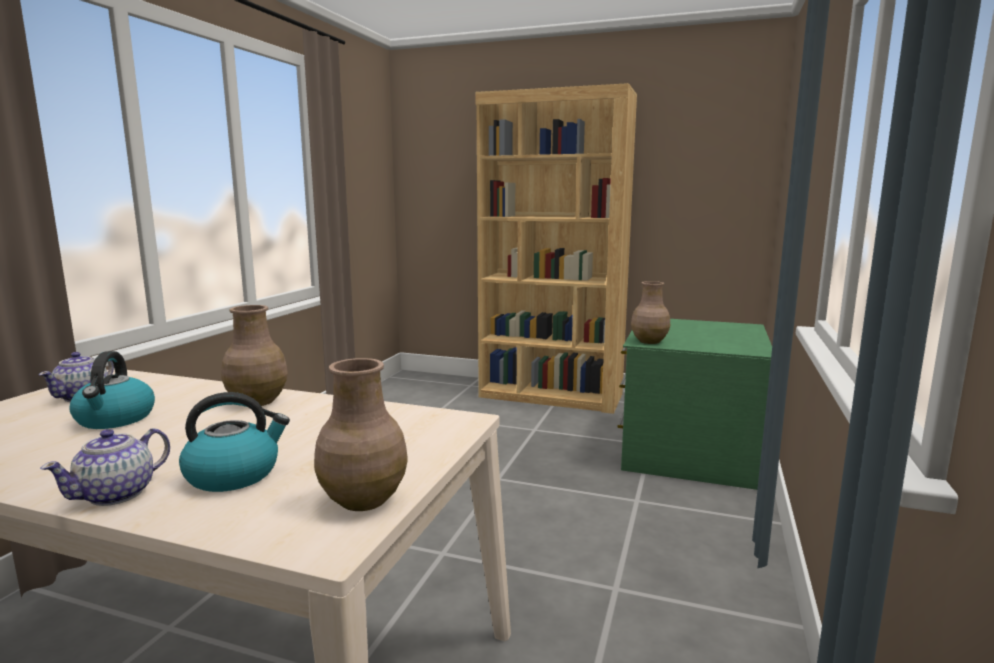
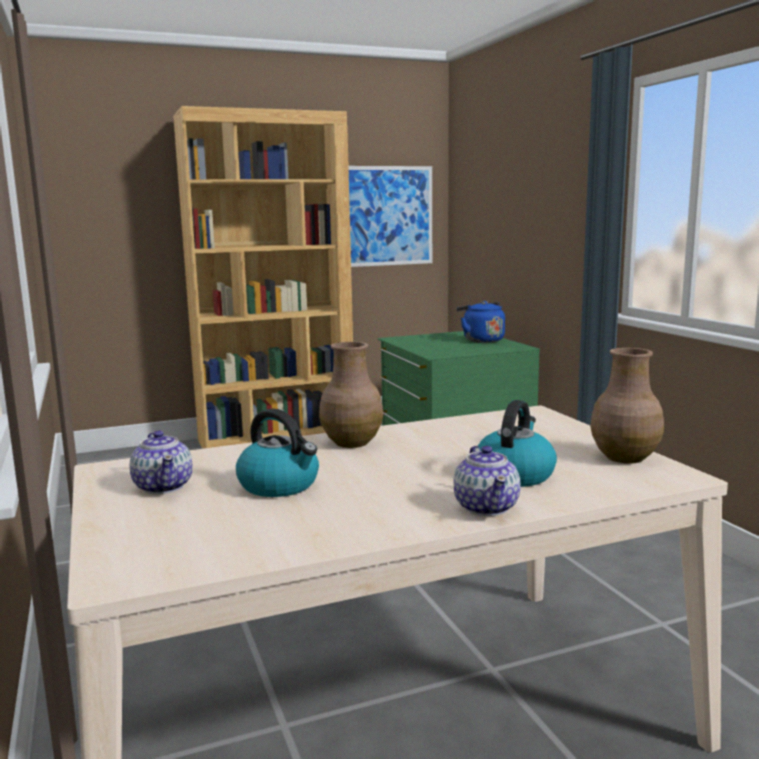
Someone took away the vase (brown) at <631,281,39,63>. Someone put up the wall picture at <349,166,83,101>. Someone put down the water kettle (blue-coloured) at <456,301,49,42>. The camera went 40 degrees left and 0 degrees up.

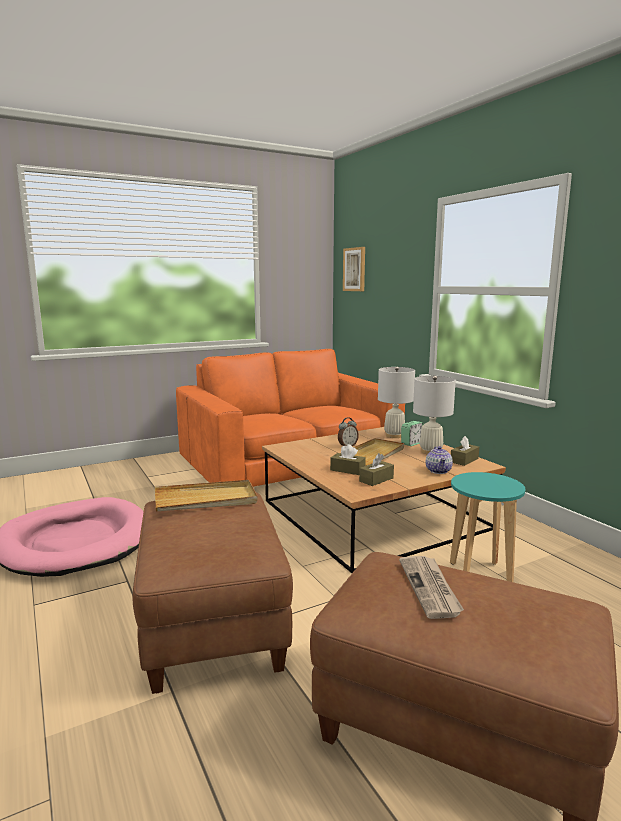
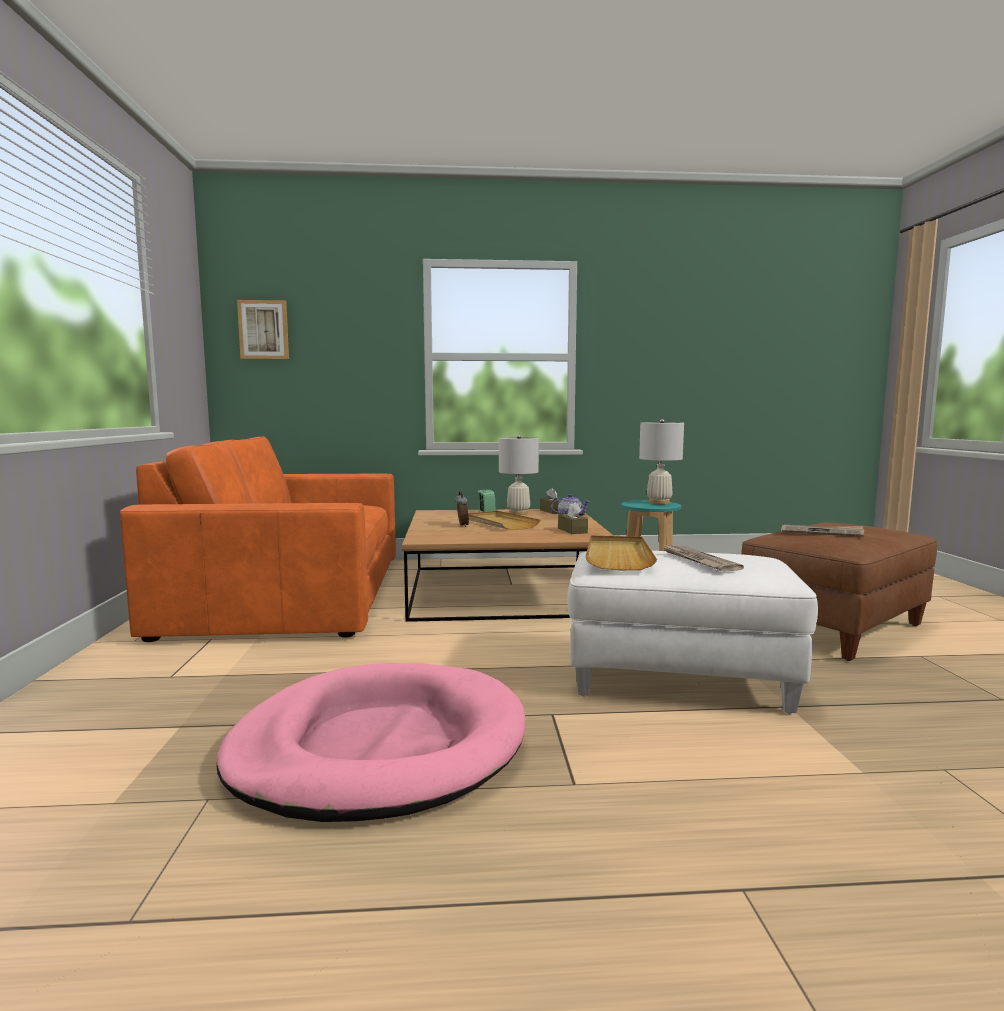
Someone carried the lamp for a table (white-coloured) from <378,367,37,71> to <639,419,45,85>. Someone took away the tissue box (brown) at <330,444,36,31>. Someone repainted the footrest (brown) at <133,492,160,202>, which became the footrest (white-coloured) at <567,551,251,163>. Someone put down the newspaper at <662,544,82,27>. The camera went 65 degrees left and 5 degrees down.

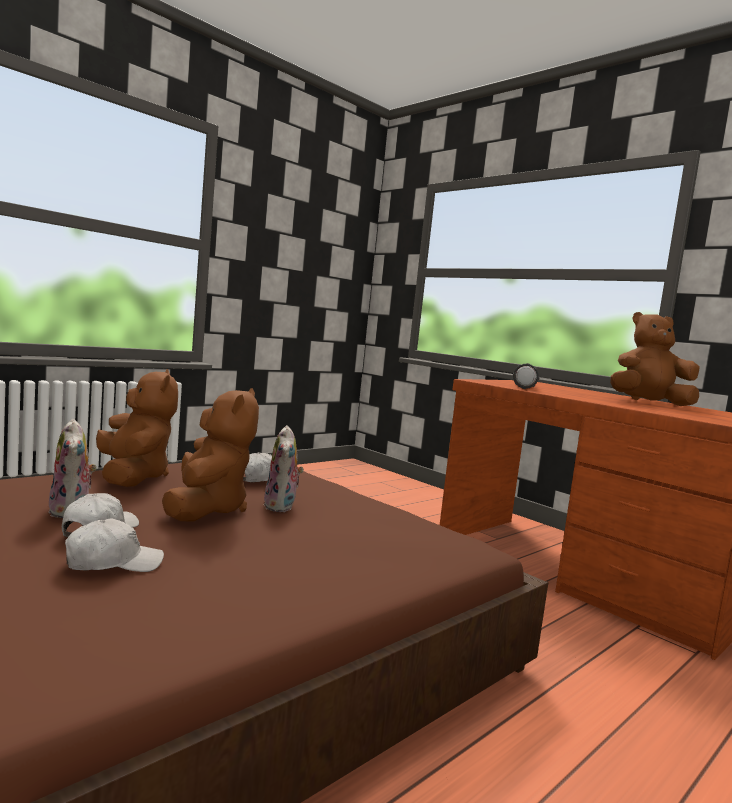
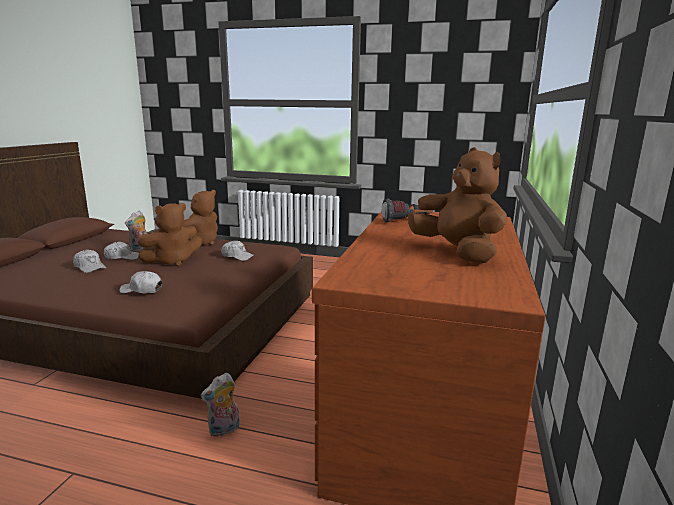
Someone carried the soft toy from <263,425,41,87> to <201,373,39,64>. Someone put down the baseball cap (white-coloured) at <119,271,43,22>. The camera went 60 degrees right and 10 degrees up.

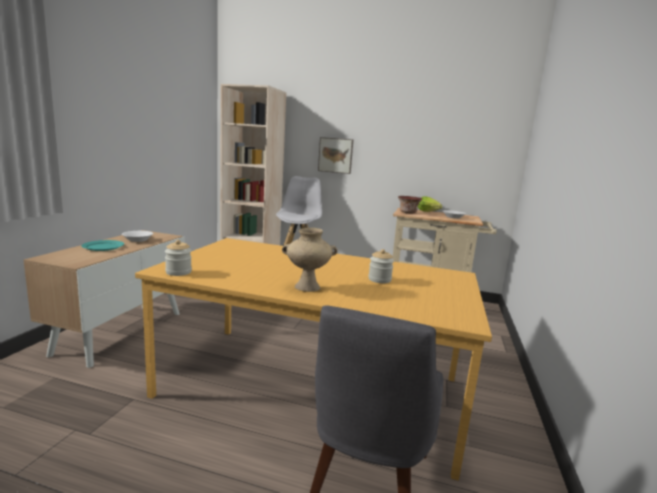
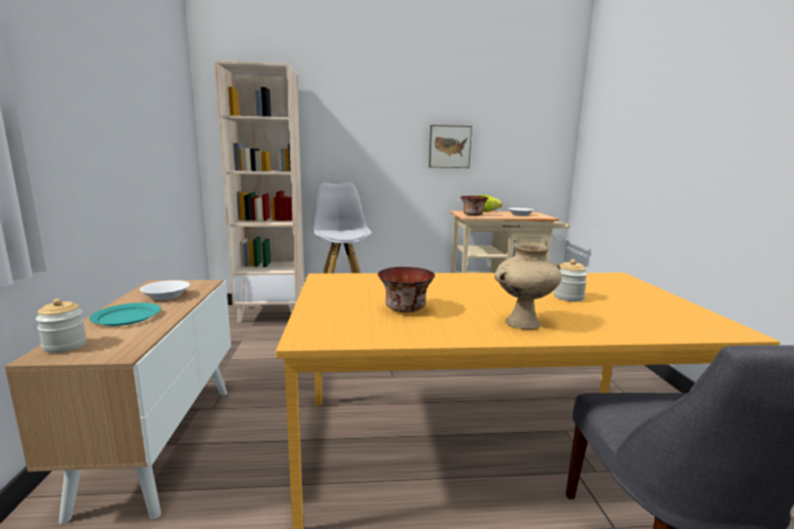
Someone carried the wall picture from <318,137,35,37> to <429,125,43,43>. Someone carried the storage jar from <165,240,27,36> to <36,299,51,54>. Someone put down the deep dish at <378,267,57,45>. The camera went 20 degrees left and 0 degrees up.

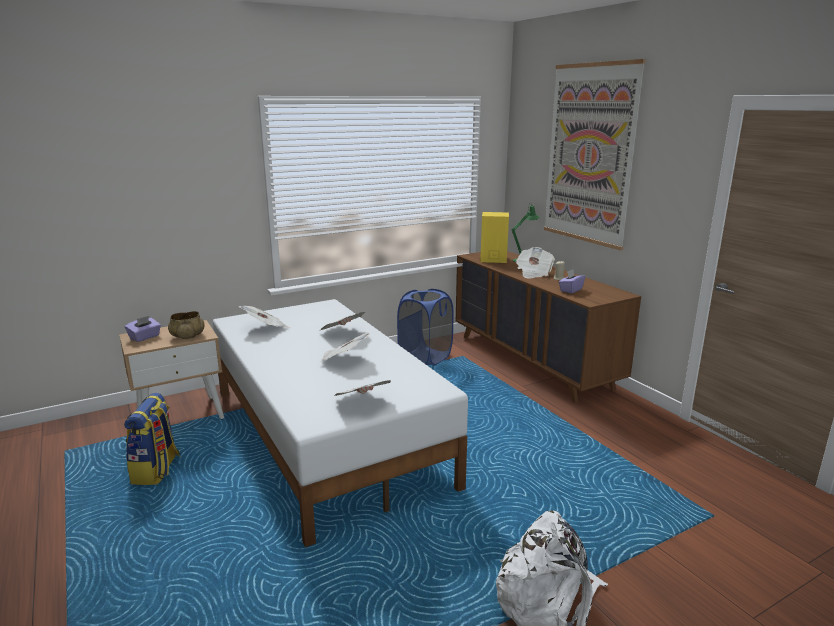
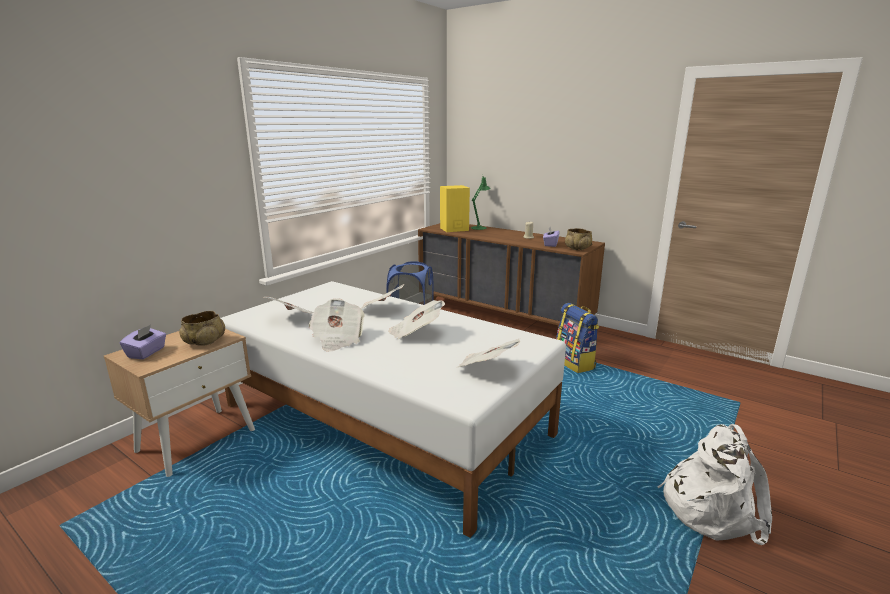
Someone took away the wall picture at <544,59,101,192>. Someone carried the newspaper from <516,247,39,32> to <309,298,56,54>. Someone carried the rucksack from <124,393,56,92> to <556,303,43,70>. Someone put down the deep dish (sand-coloured) at <565,228,27,22>. The camera went 25 degrees left and 0 degrees up.

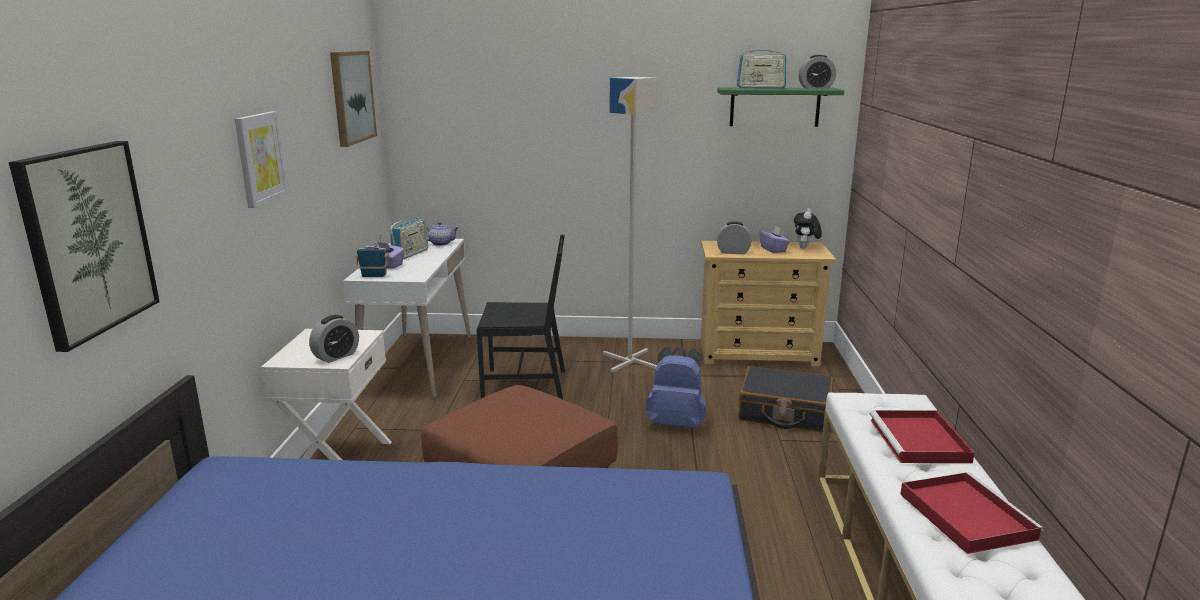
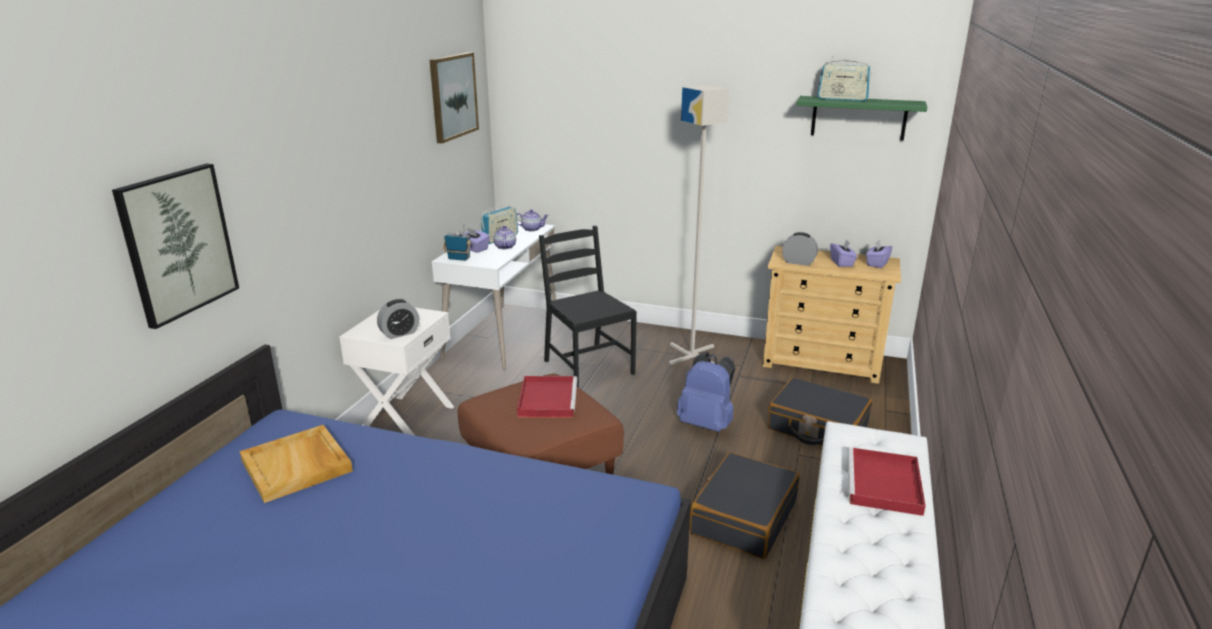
Someone took away the alarm clock at <799,55,37,34>. Someone took away the wall picture at <235,111,53,97>. Someone swapped the soft toy at <794,208,28,40> for the tissue box (purplish) at <866,239,26,29>. Someone rotated the upright chair (blackish) at <477,235,88,164> by 135 degrees counterclockwise. Someone carried the carrying tray (red-coloured) from <900,472,144,82> to <517,376,60,42>. Someone put down the teapot at <494,226,22,23>. Someone put down the carrying tray (sand-coloured) at <240,425,113,78>. Someone put down the suitcase (blackish) at <690,452,110,107>. The camera went 15 degrees right and 5 degrees up.

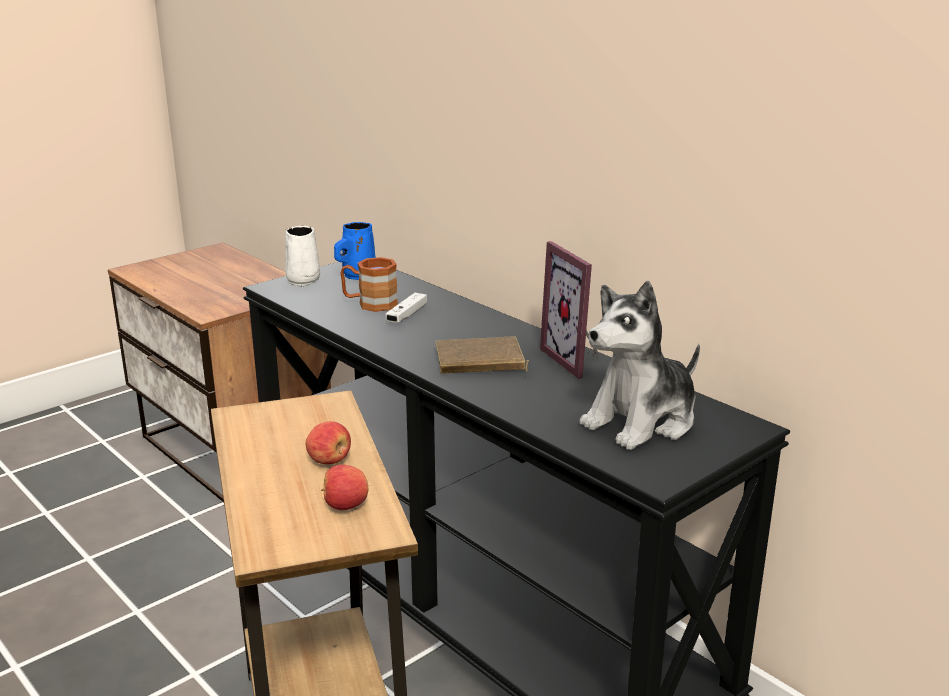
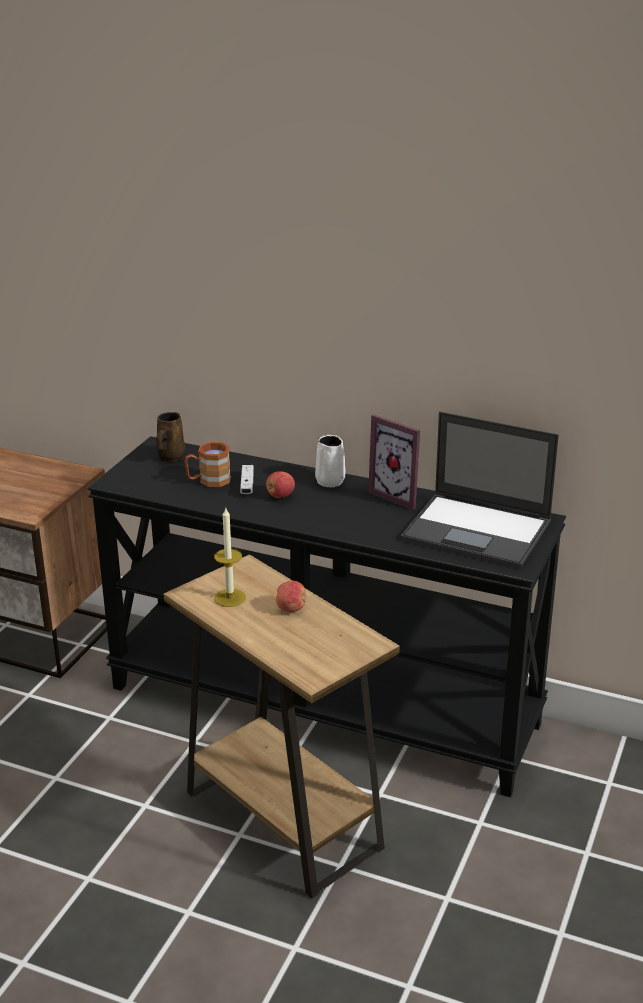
Someone repainted the tea mug (blue-coloured) at <334,222,42,58>, which became the tea mug (brown) at <156,412,30,50>. Someone carried the tea mug (white-coloured) from <285,226,35,60> to <315,435,31,53>. Someone swapped the soft toy at <579,281,121,169> for the laptop at <401,411,158,158>. Someone took away the book (brown) at <435,336,94,38>. Someone carried the apple from <321,464,47,46> to <266,471,29,27>. Someone put down the wax candle at <214,508,32,99>. The camera went 25 degrees left and 5 degrees up.

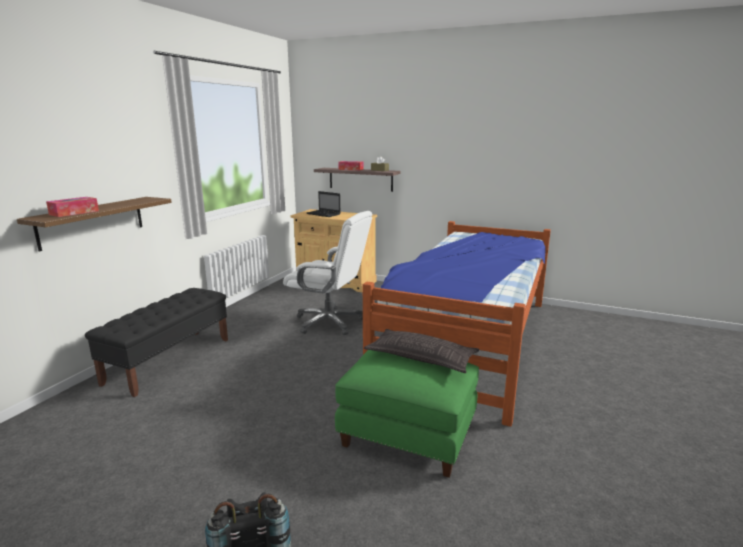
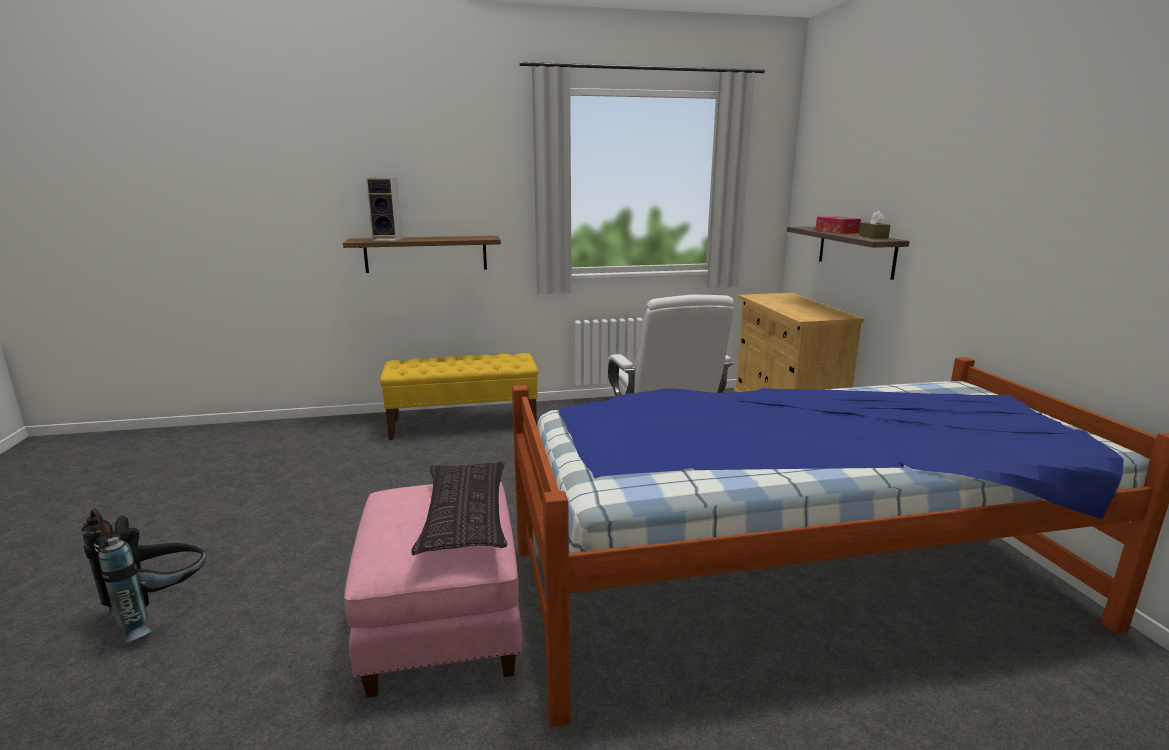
Someone took away the laptop at <307,191,33,26>. Someone swapped the tissue box at <46,197,53,20> for the loudspeaker at <366,178,37,63>. Someone repainted the indoor bench (blackish) at <85,288,143,109>, which became the indoor bench (yellowish) at <380,353,158,87>. Someone repainted the footrest (greenish) at <335,350,144,128>, which became the footrest (pink) at <344,482,179,216>. The camera went 55 degrees right and 0 degrees up.

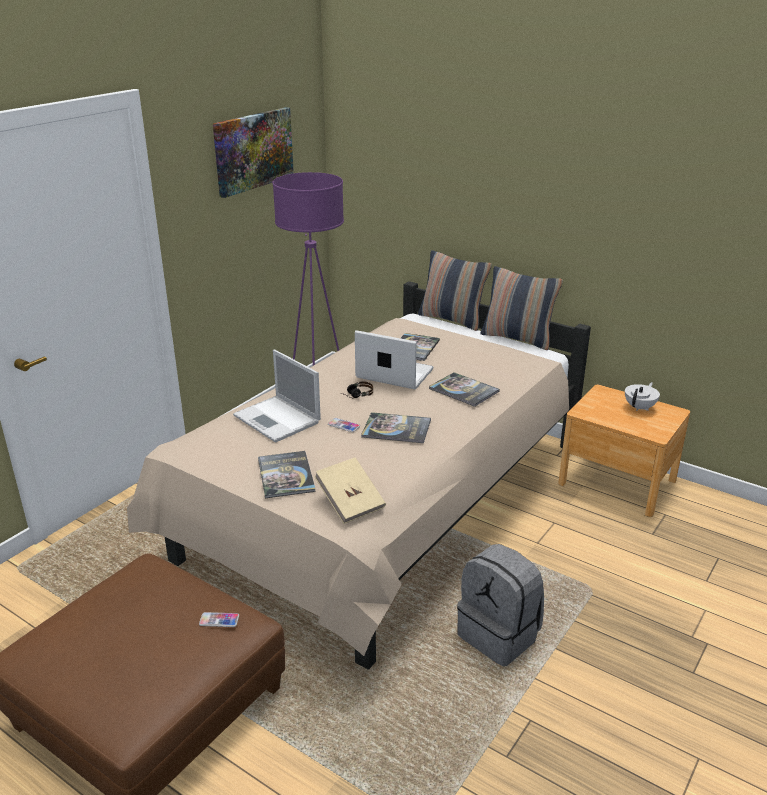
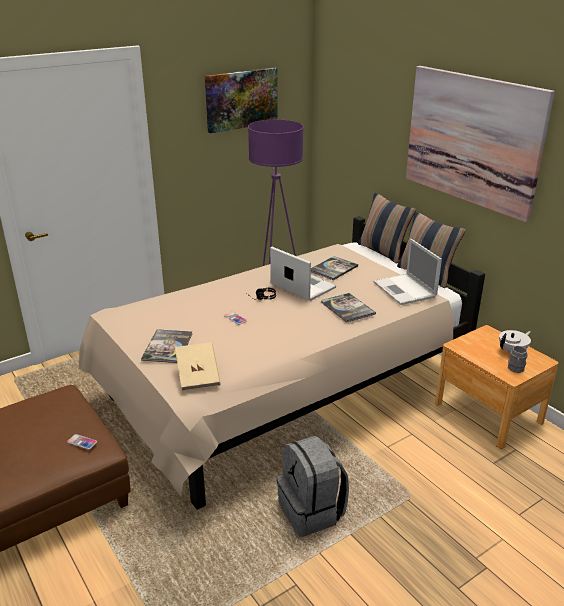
Someone carried the laptop from <233,350,88,93> to <373,239,69,66>. Someone took away the book at <361,412,70,31>. Someone put up the wall picture at <406,66,149,156>. Someone put down the tea mug (gray) at <508,346,20,27>. The camera went 20 degrees right and 0 degrees up.

